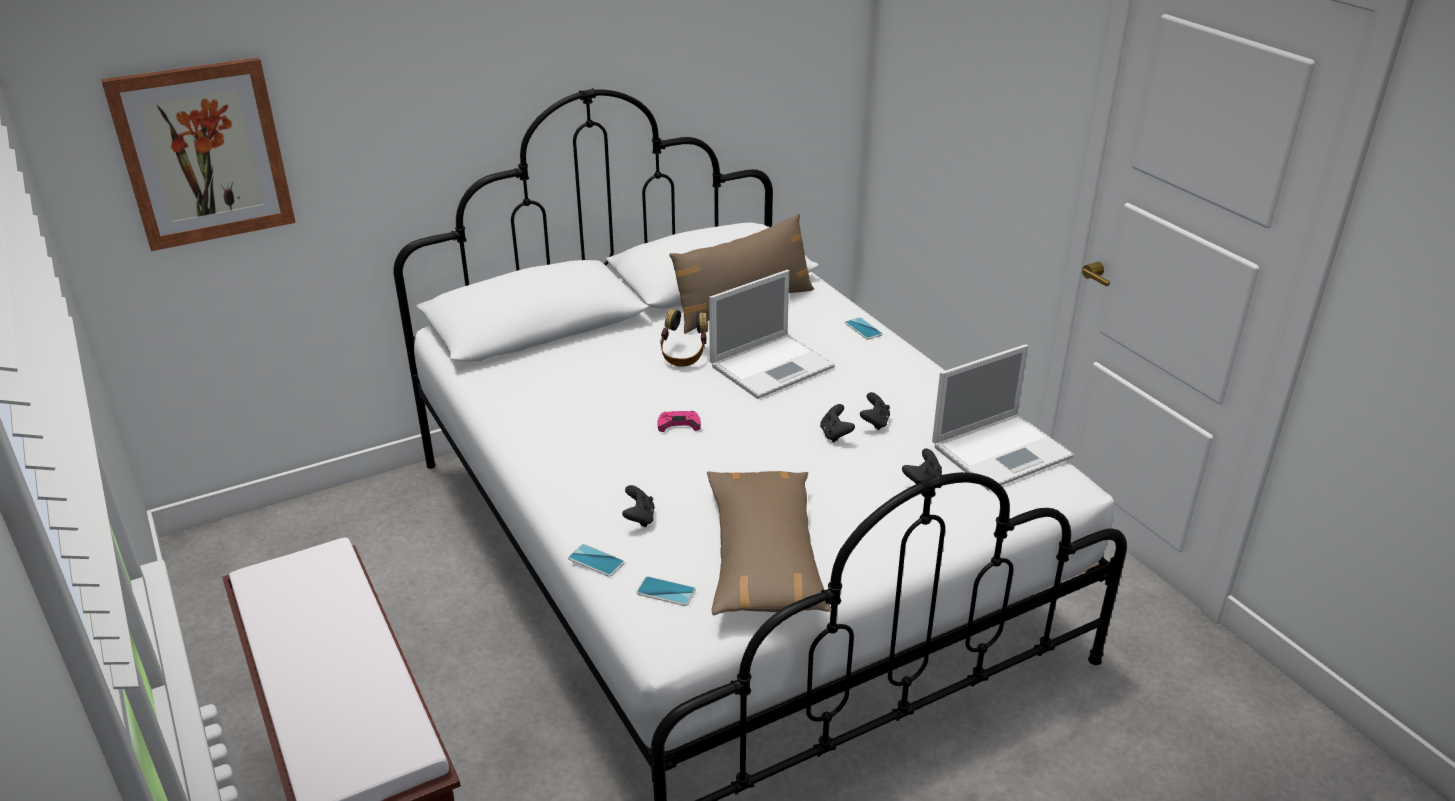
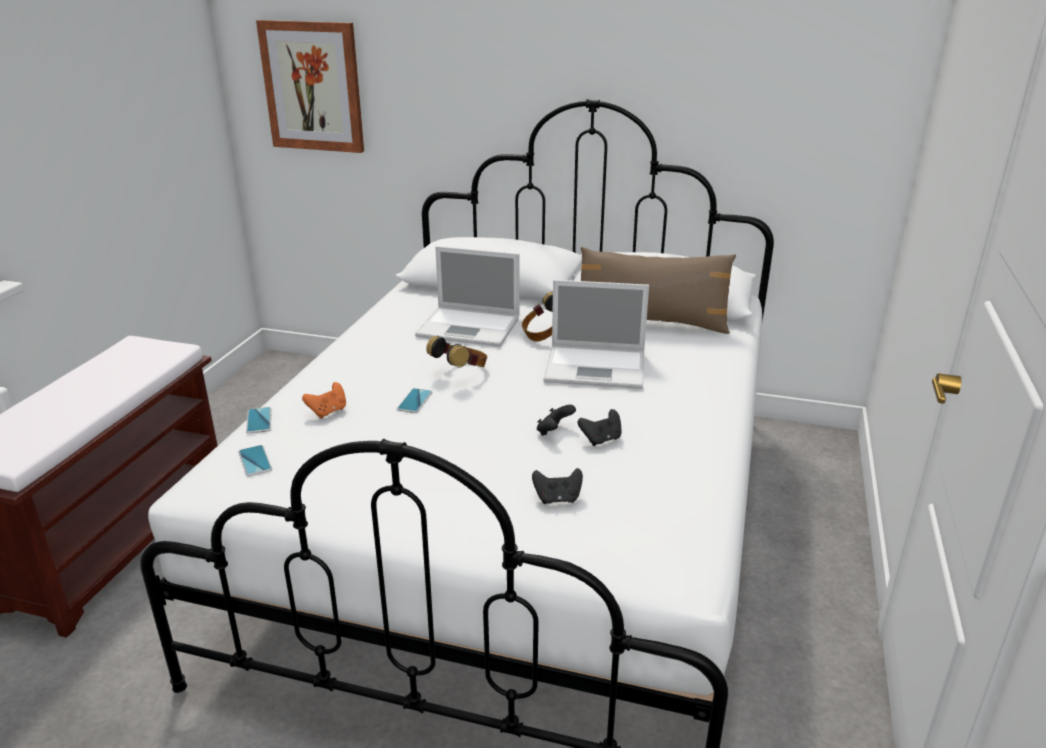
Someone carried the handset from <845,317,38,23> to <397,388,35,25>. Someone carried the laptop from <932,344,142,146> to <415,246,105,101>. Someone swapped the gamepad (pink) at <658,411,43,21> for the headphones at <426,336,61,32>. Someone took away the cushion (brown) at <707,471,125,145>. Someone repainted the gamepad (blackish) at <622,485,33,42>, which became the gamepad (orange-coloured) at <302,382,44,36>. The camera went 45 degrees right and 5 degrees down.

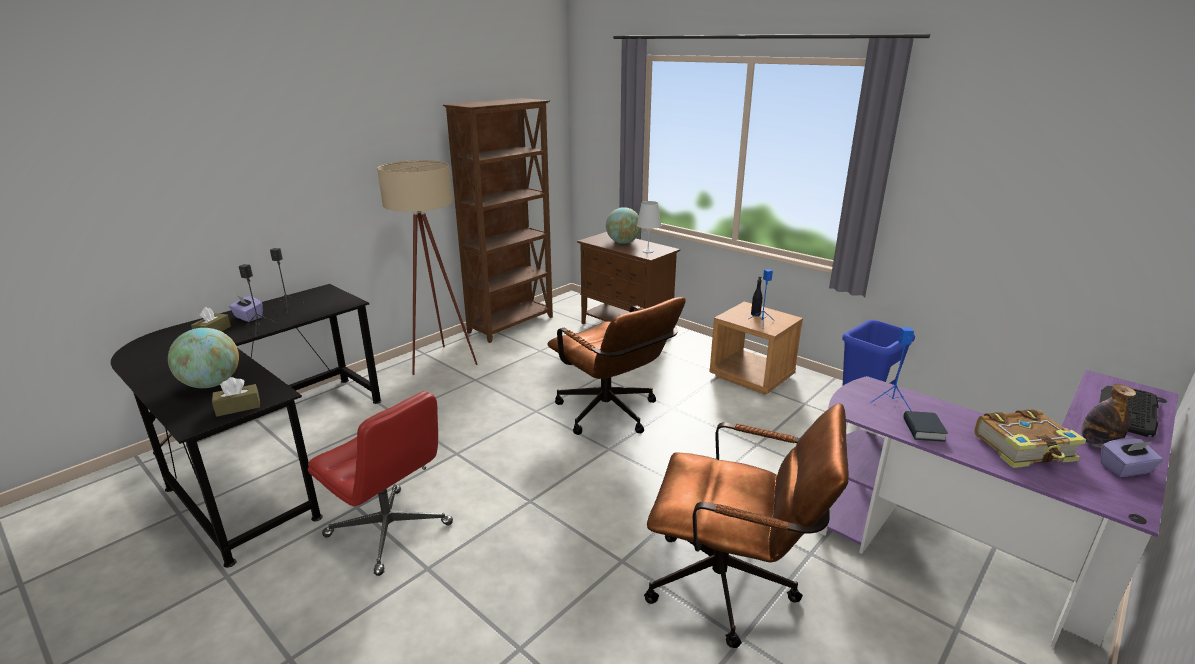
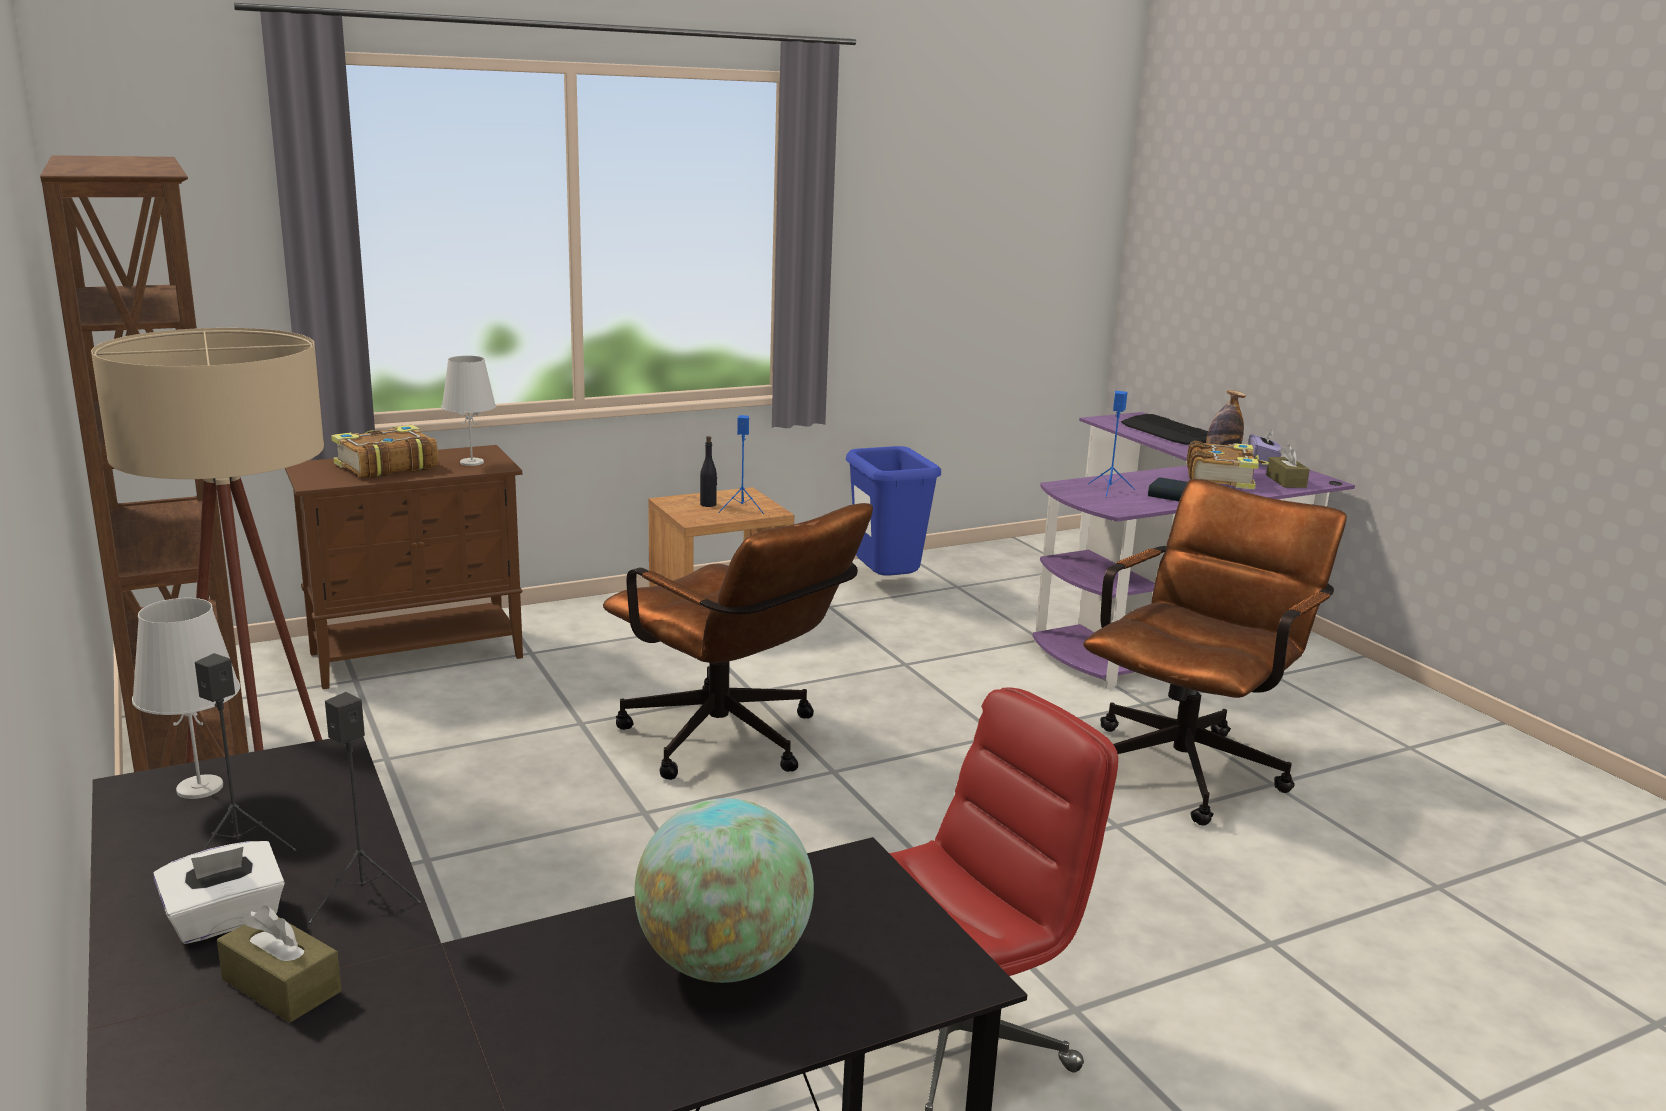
Someone swapped the globe at <606,207,35,37> for the book at <331,425,107,53>. Someone repainted the tissue box (purplish) at <229,295,34,27>, which became the tissue box (white-coloured) at <153,841,132,103>. Someone rotated the desk chair (brown) at <547,297,139,138> by 60 degrees clockwise. Someone carried the tissue box (brown) from <212,377,48,40> to <1266,445,44,43>. Someone put down the lamp for a table (white-coloured) at <132,598,108,201>. The camera went 70 degrees left and 5 degrees down.

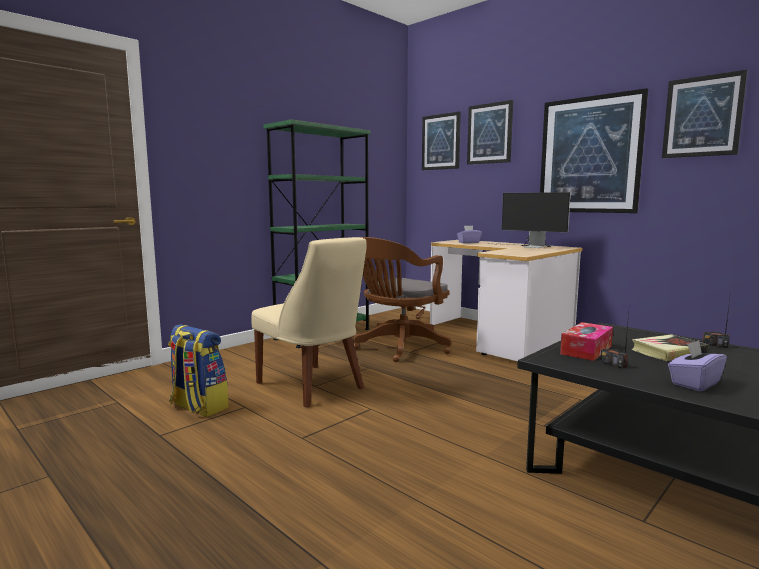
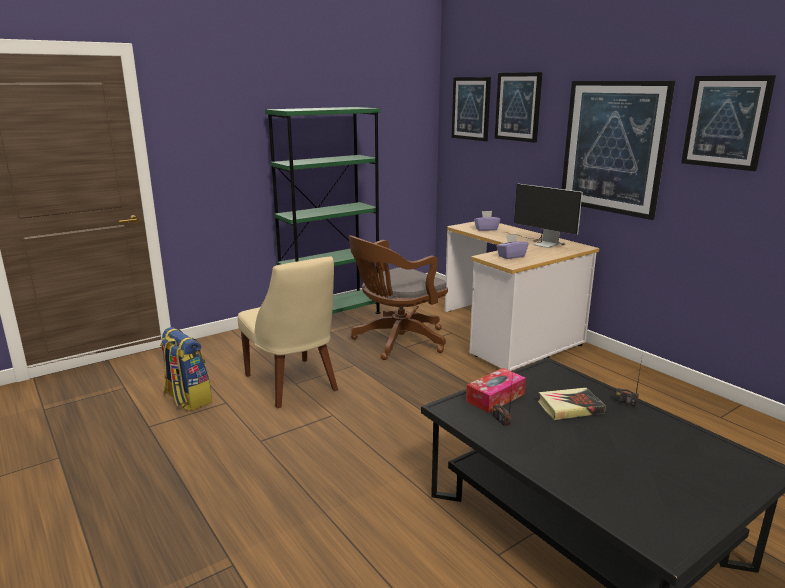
Someone carried the tissue box (purplish) from <668,340,59,51> to <496,234,33,25>. The camera went 10 degrees right and 10 degrees up.

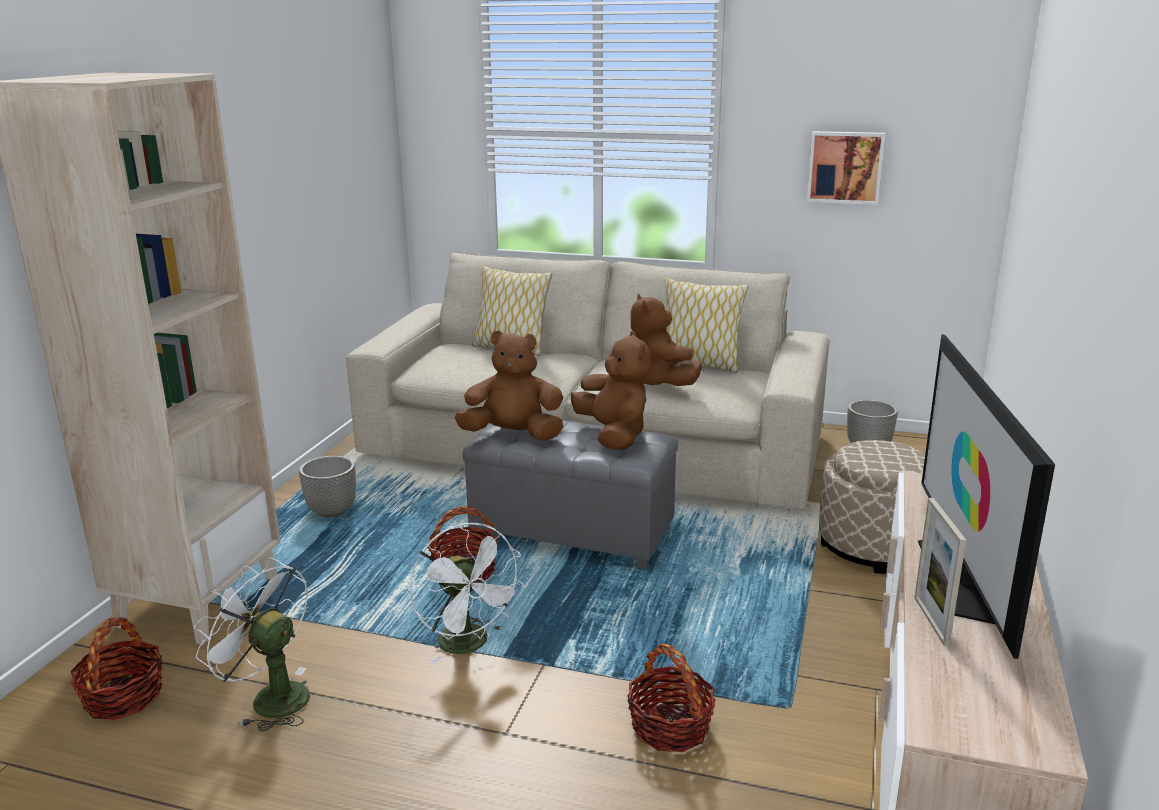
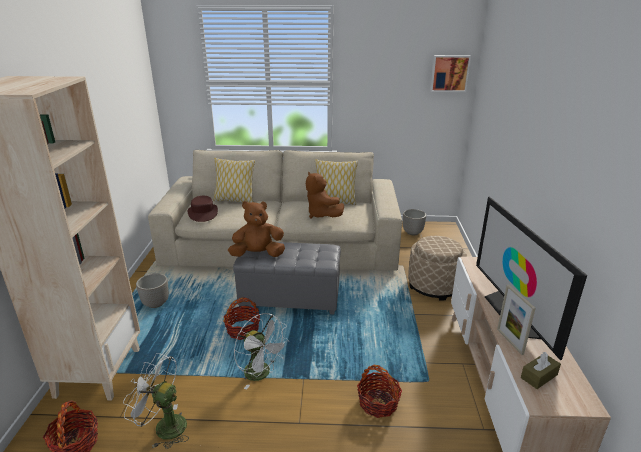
Someone carried the wall picture from <807,131,78,74> to <430,55,41,37>. Someone took away the soft toy (brown) at <571,331,80,119>. Someone put down the clothing hat (brown) at <187,196,31,26>. Someone put down the tissue box (brown) at <521,352,40,37>. The camera went 15 degrees left and 5 degrees up.

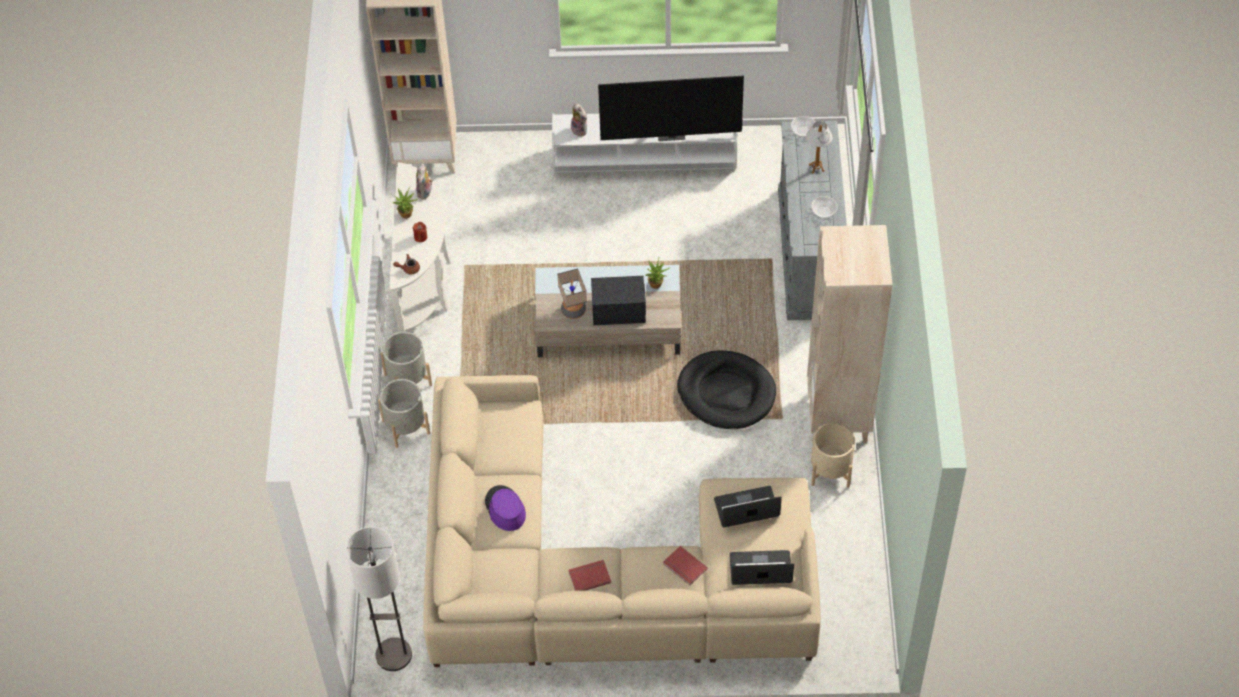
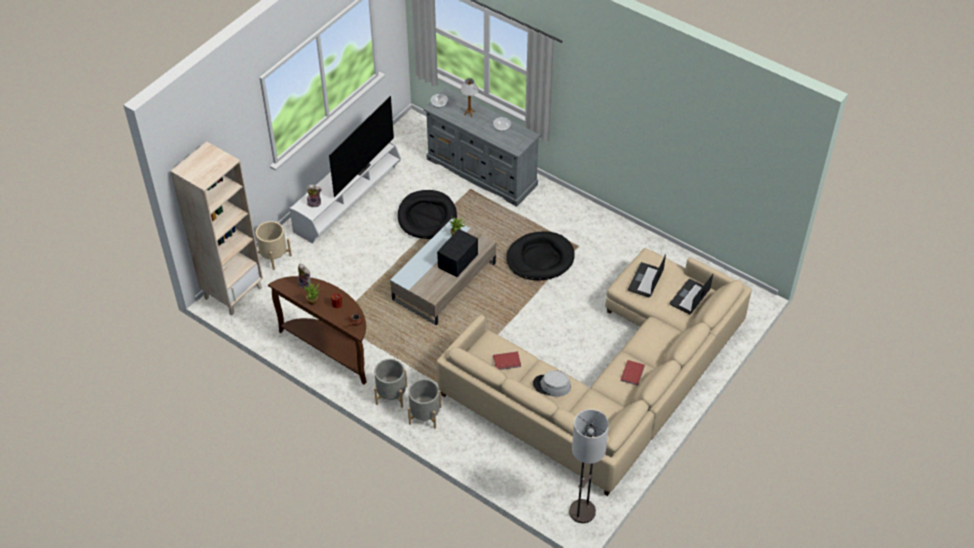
Someone repainted the console table (white-coloured) at <389,163,61,169>, which became the console table (brown) at <268,276,99,109>. Someone took away the shelving unit (sand-coloured) at <807,225,85,218>. Someone took away the lamp for a table at <557,268,30,51>. Someone carried the plant pot (sand-coloured) from <811,422,44,66> to <256,221,36,49>. Someone repainted the clothing hat (purplish) at <485,485,41,46>, which became the clothing hat (gray) at <533,370,38,27>. Someone carried the book (red-coloured) from <663,546,45,40> to <493,351,28,19>. Someone put down the dog bed (blackish) at <398,190,59,49>. The camera went 55 degrees left and 5 degrees down.

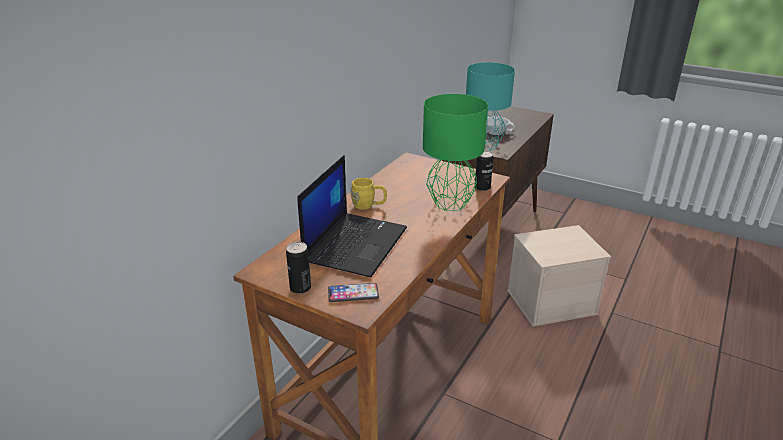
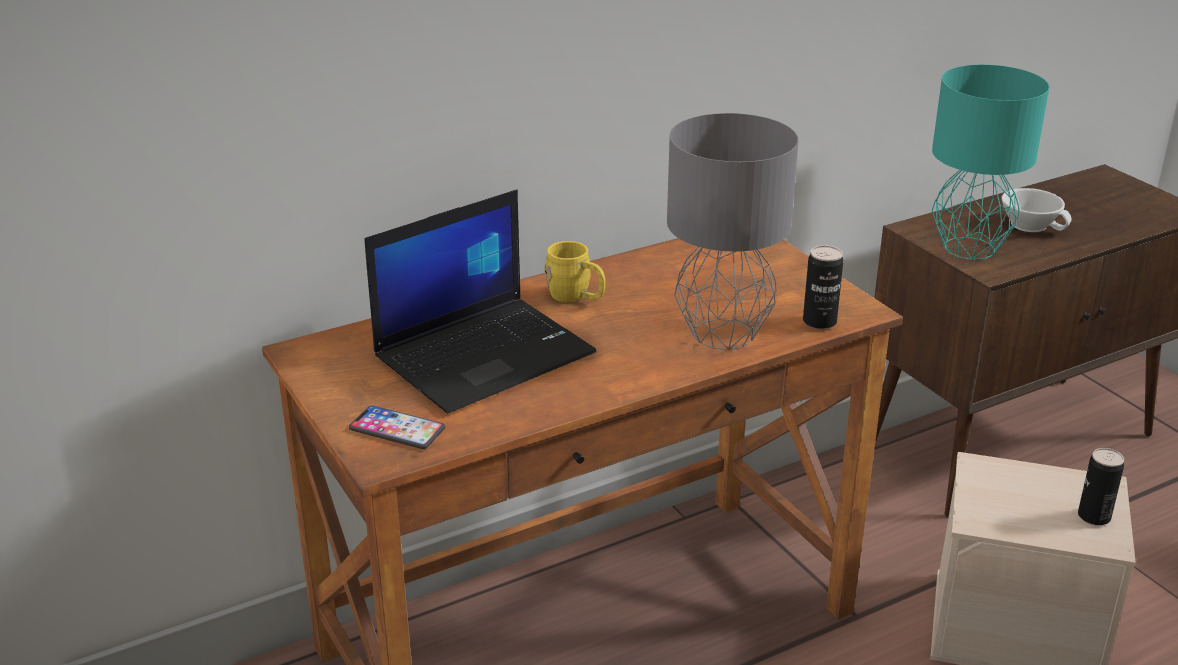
Someone repainted the lamp for a table (greenish) at <423,94,65,117>, which became the lamp for a table (gray) at <667,113,132,237>. Someone carried the sealed can from <286,242,25,52> to <1078,448,46,77>. The camera went 30 degrees right and 0 degrees up.

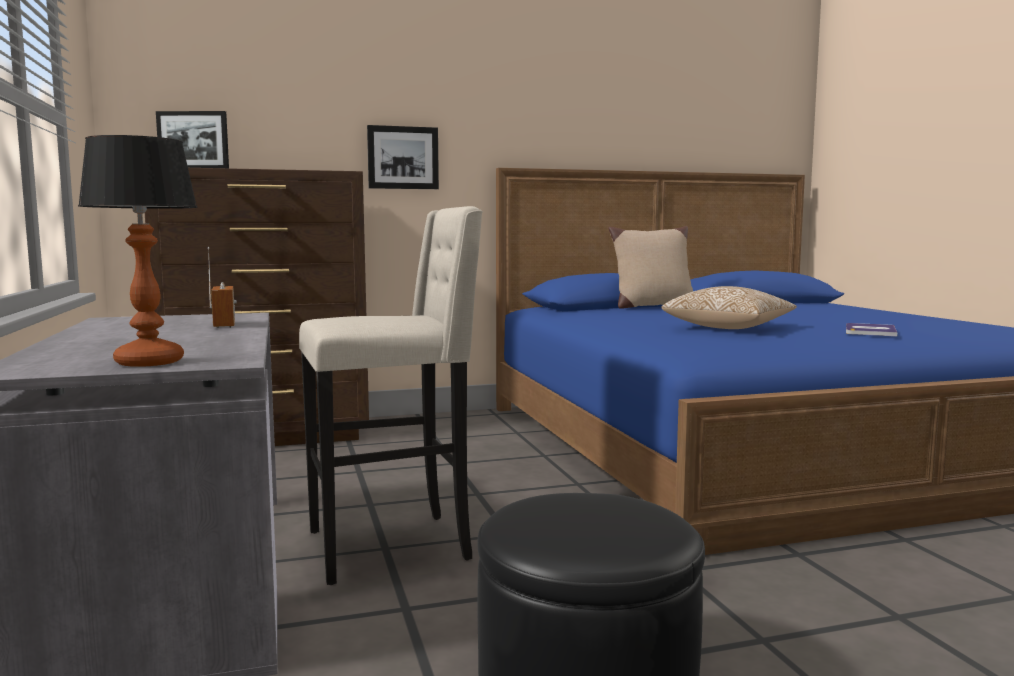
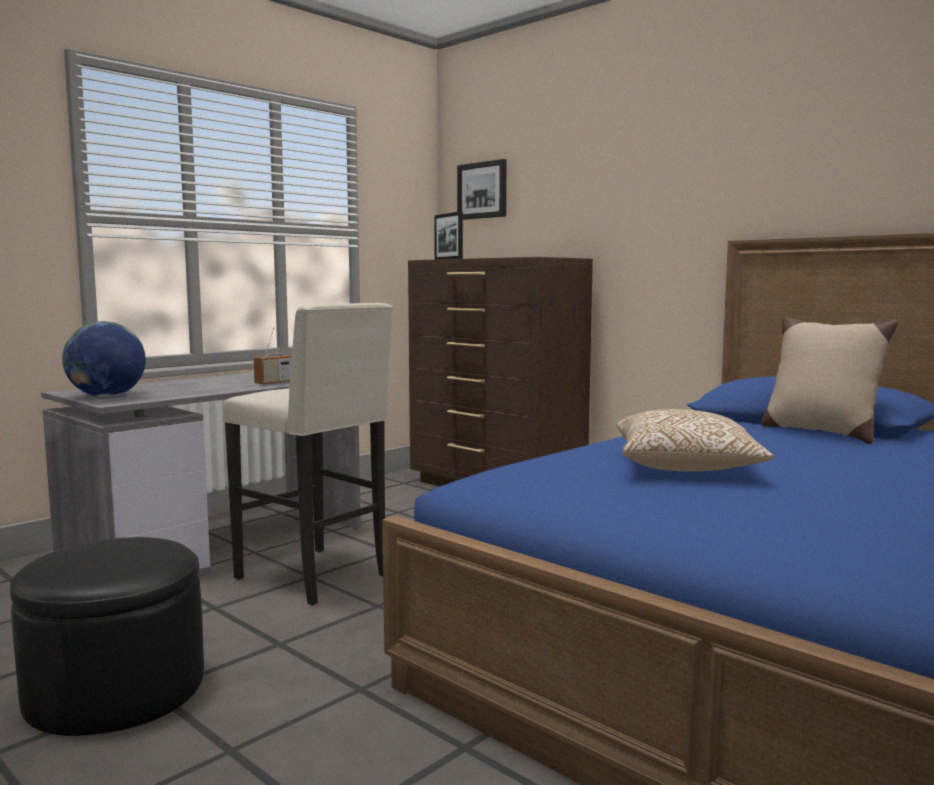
Someone carried the wall picture from <367,125,72,64> to <457,159,49,61>. Someone swapped the lamp for a table at <78,135,120,232> for the globe at <62,321,84,76>. Someone took away the book at <846,323,51,14>. The camera went 60 degrees right and 0 degrees up.

